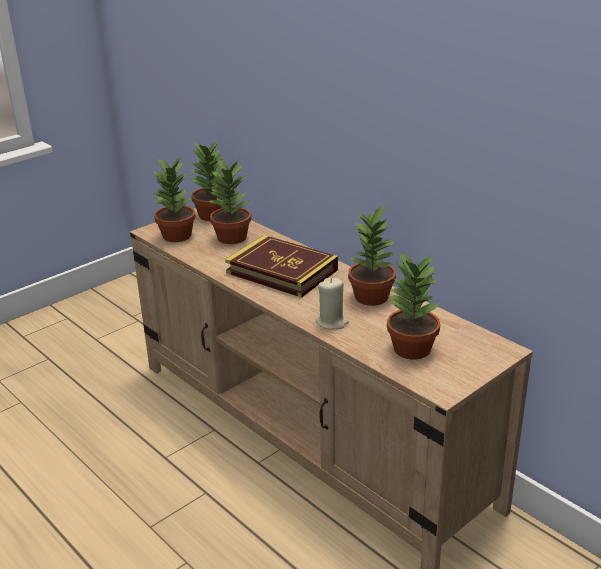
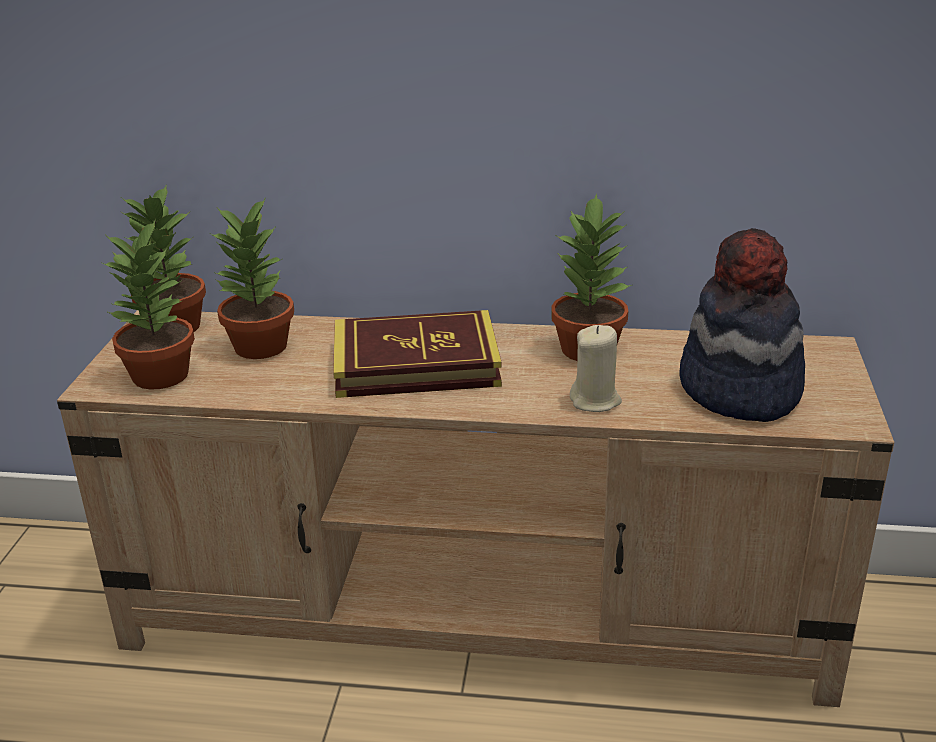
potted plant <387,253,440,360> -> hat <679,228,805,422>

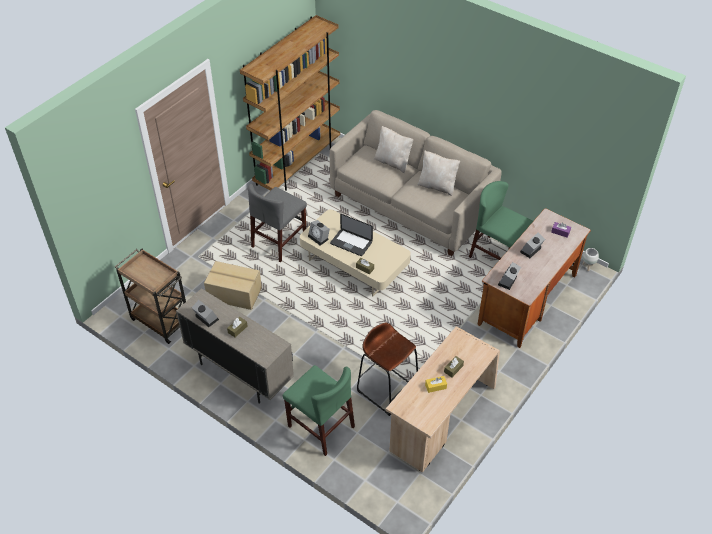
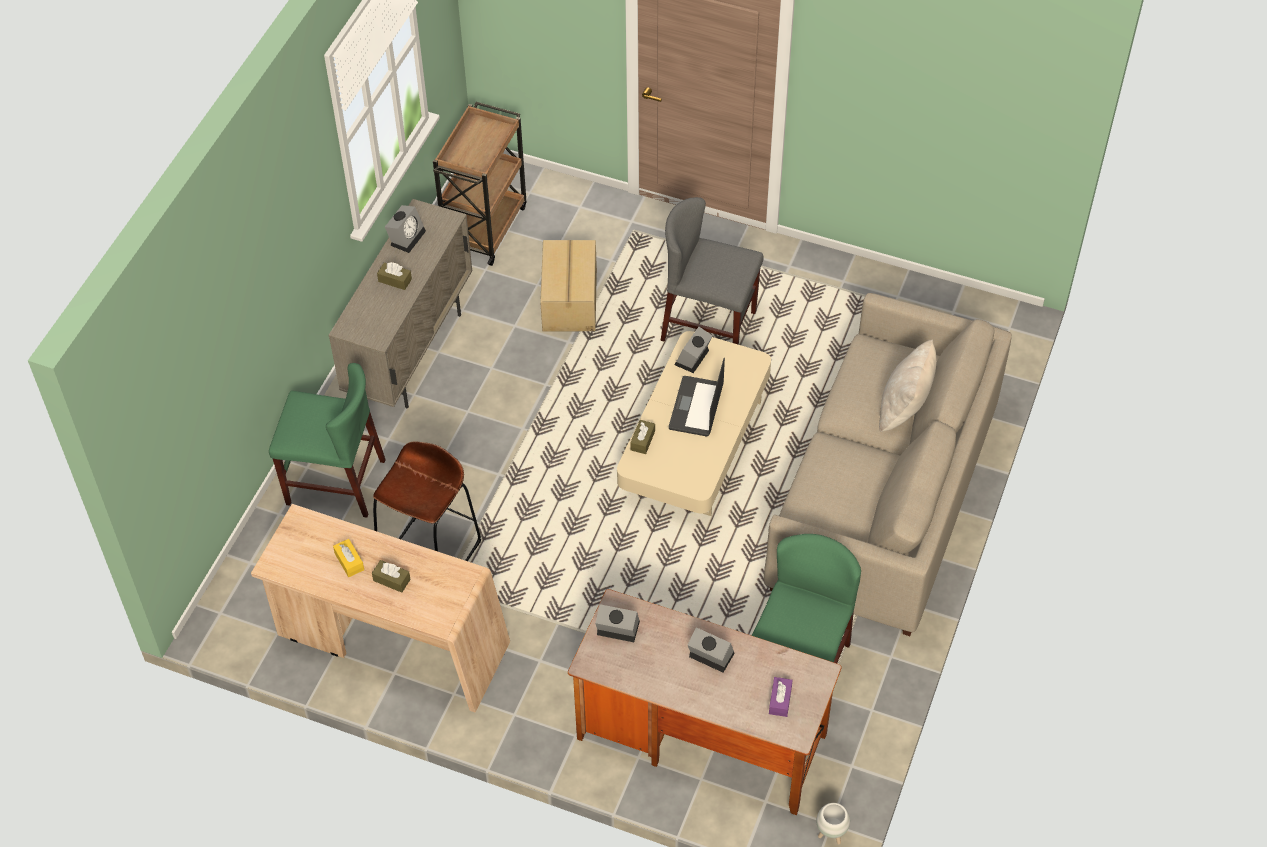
bookcase/brown <240,15,340,191> -> none
chair/green <283,365,355,456> -> chair/green <269,363,386,518>, 105 degrees counterclockwise
pillow/beige <417,150,460,196> -> none

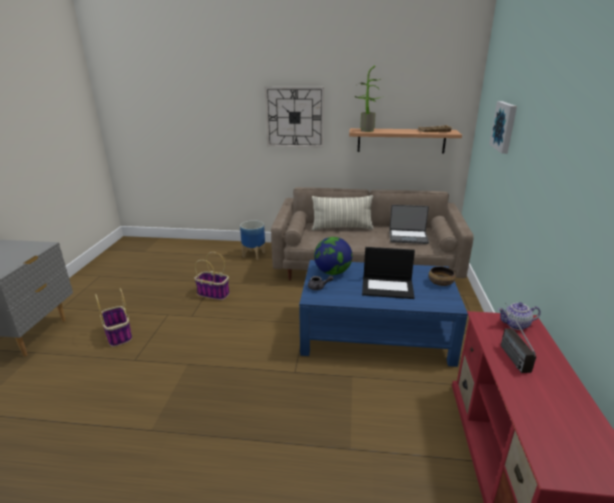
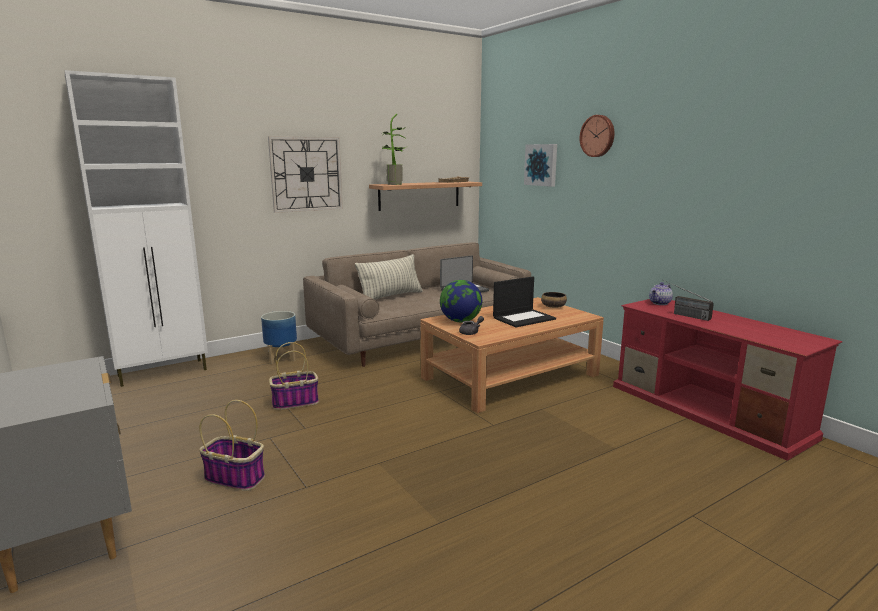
coffee table/blue <299,260,468,367> -> coffee table/brown <420,297,604,413>
none -> cabinet/white <65,70,208,387>
none -> wall clock <580,115,614,157>

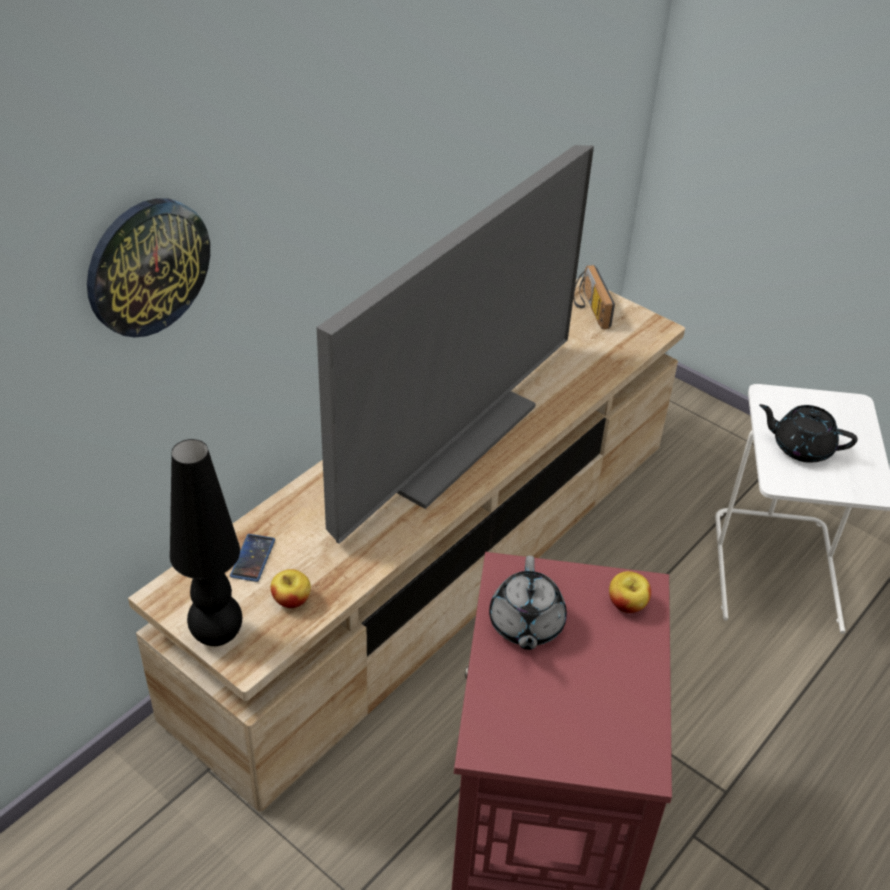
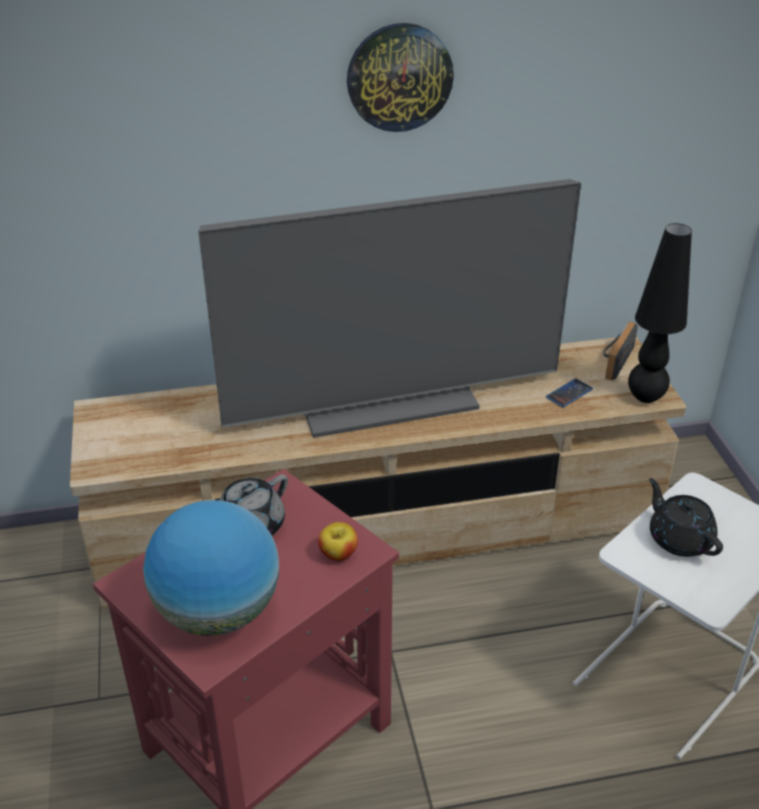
wall clock <87,198,210,338> -> wall clock <347,23,454,132>, move
table lamp/black <170,439,242,646> -> table lamp/black <628,223,692,403>, move
phone <230,534,275,582> -> phone <546,378,593,407>, move
apple <271,569,311,608> -> none
none -> globe <143,500,279,636>

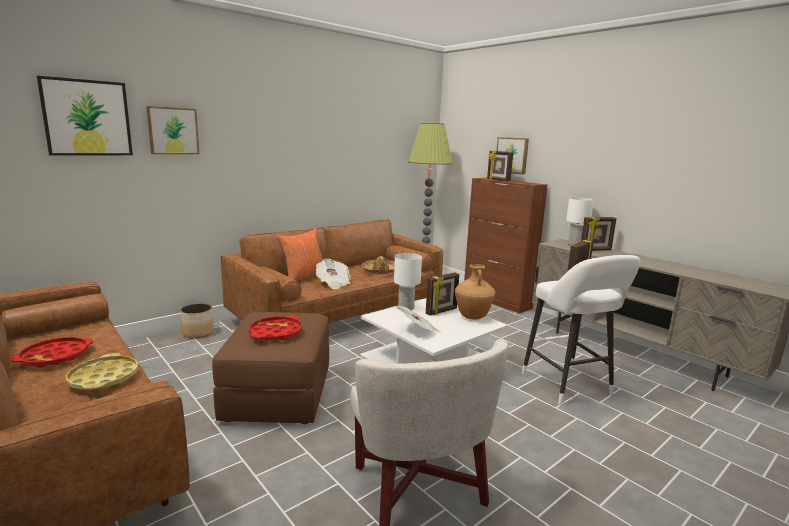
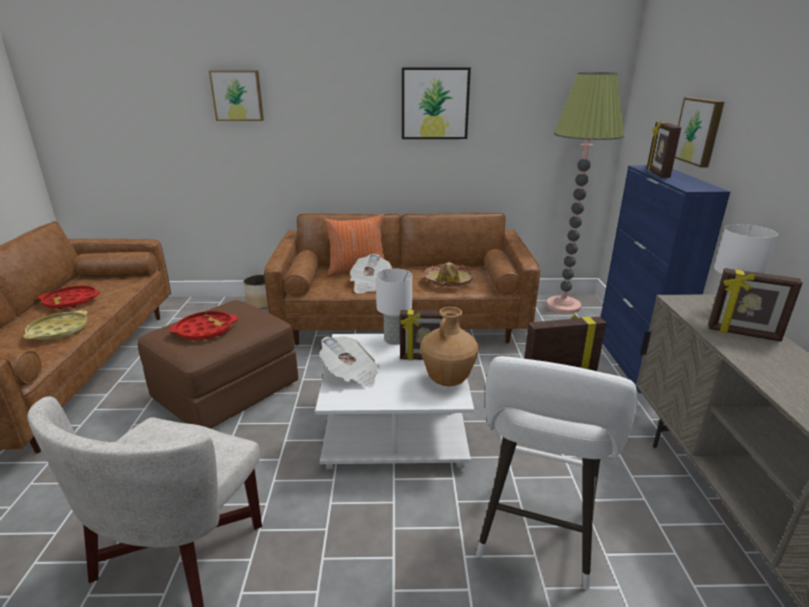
picture <37,76,133,155> -> picture <402,67,471,139>, move
cabinet/brown <464,178,548,314> -> cabinet/blue <601,165,730,393>

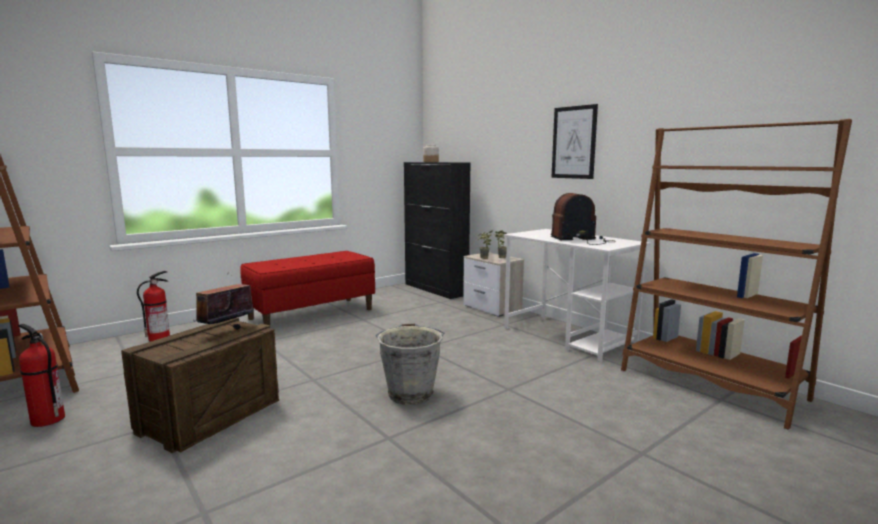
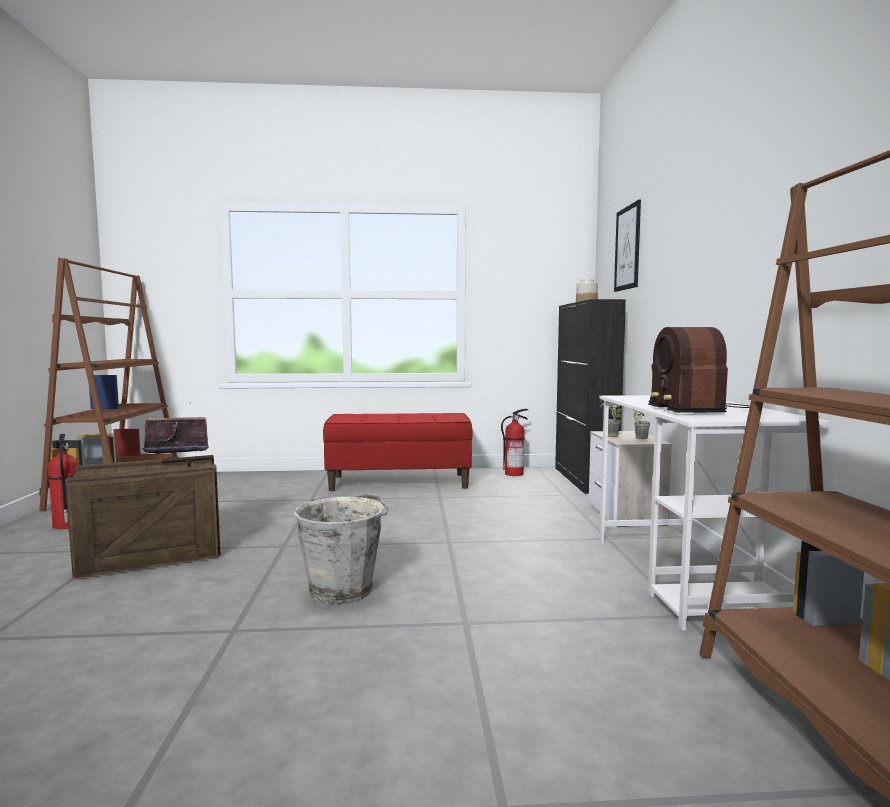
fire extinguisher <137,271,170,342> -> fire extinguisher <501,409,528,476>, move
picture <551,104,598,179> -> picture <614,199,641,292>, move
radio <551,193,616,245> -> radio <648,327,750,413>, 120 degrees counterclockwise

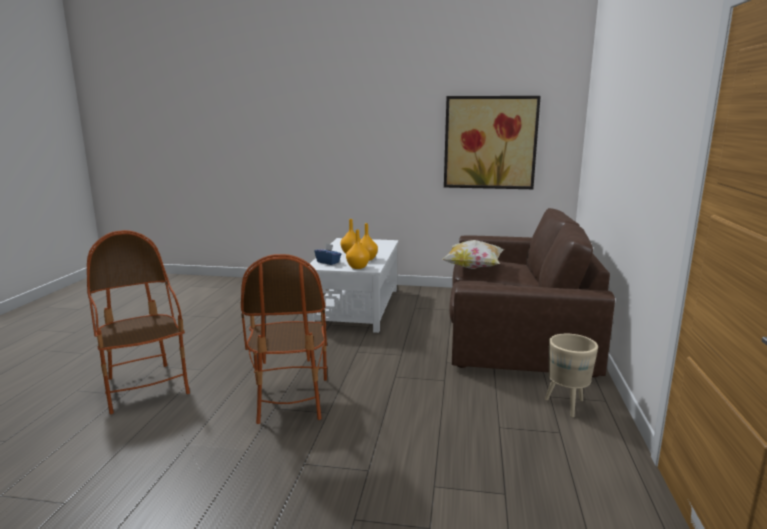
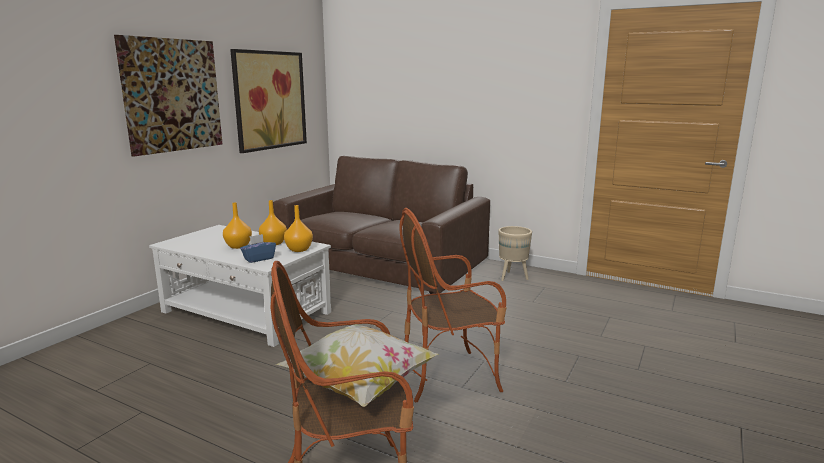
armchair <241,254,327,424> -> armchair <399,208,507,402>, 150 degrees clockwise
pillow <443,240,504,269> -> pillow <276,324,438,407>, move
none -> picture <114,35,223,157>

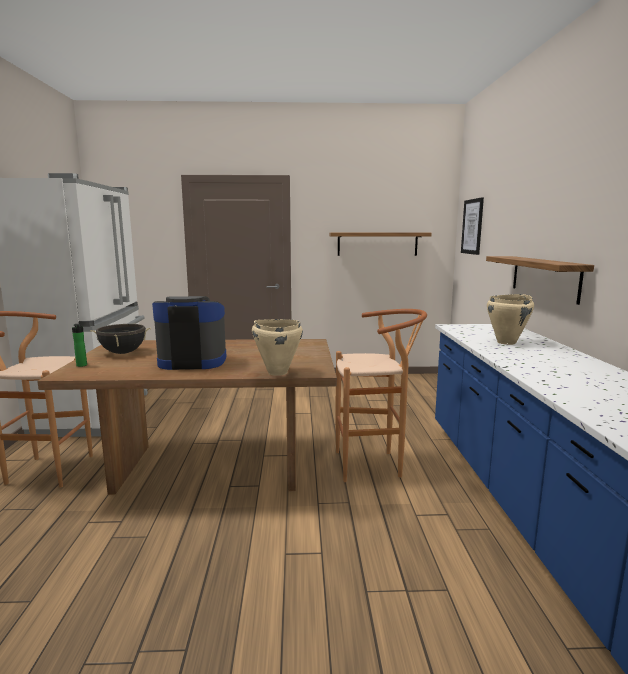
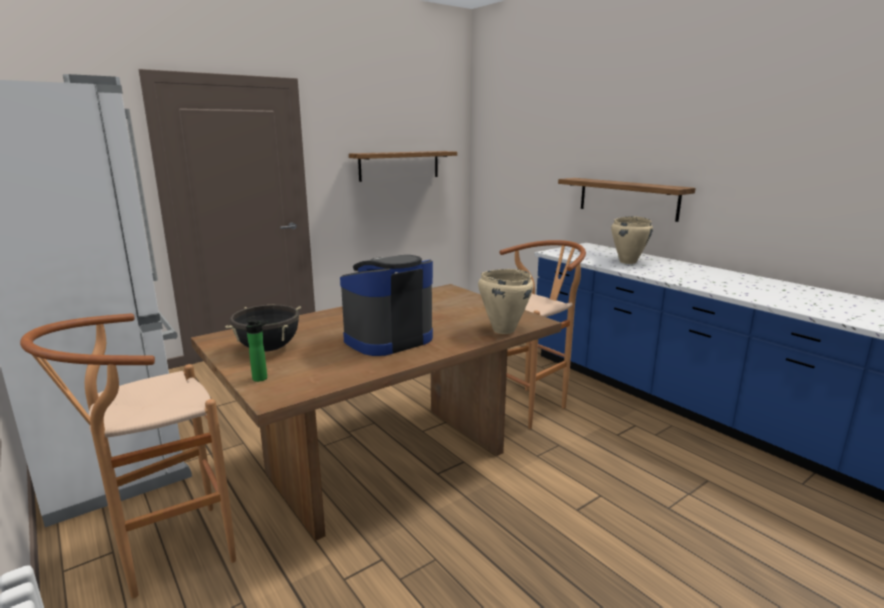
picture <461,197,484,255> -> none

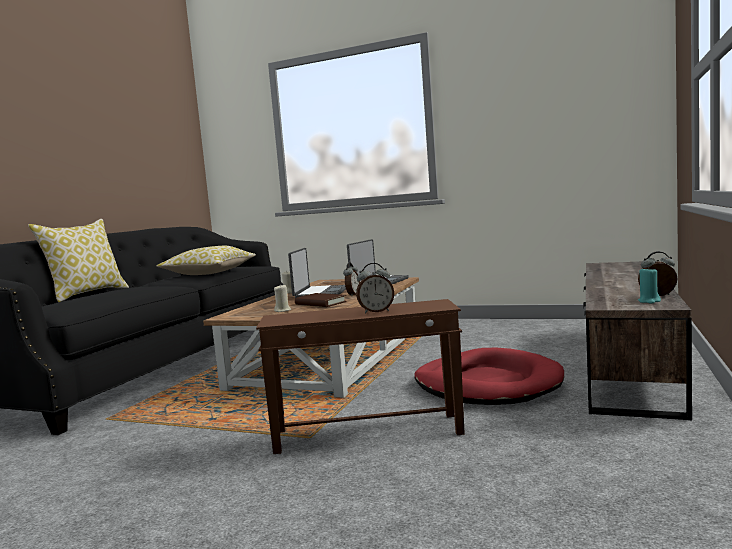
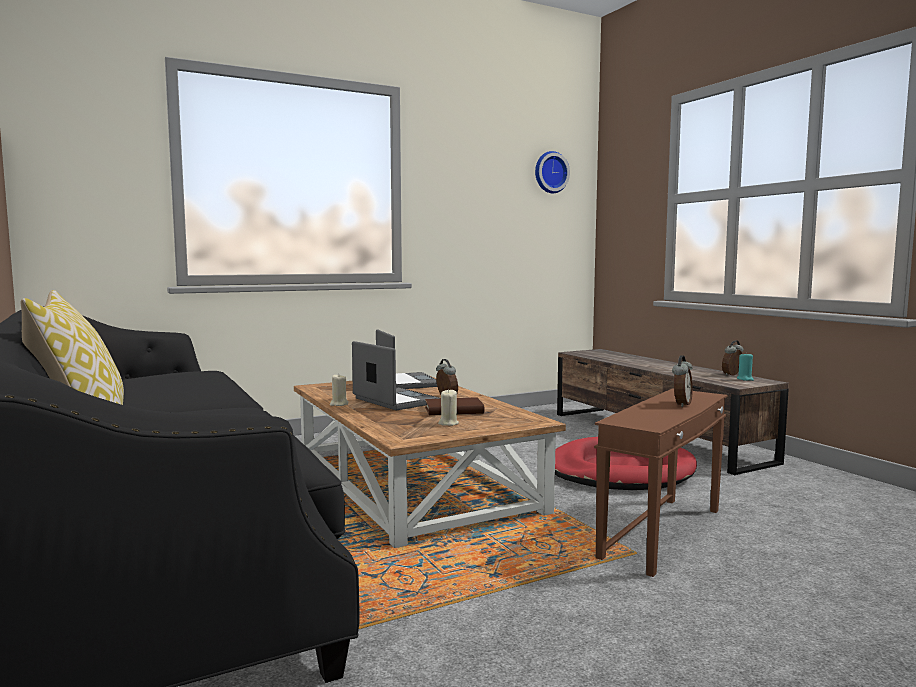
pillow <156,246,256,275> -> none
none -> wall clock <535,151,570,193>

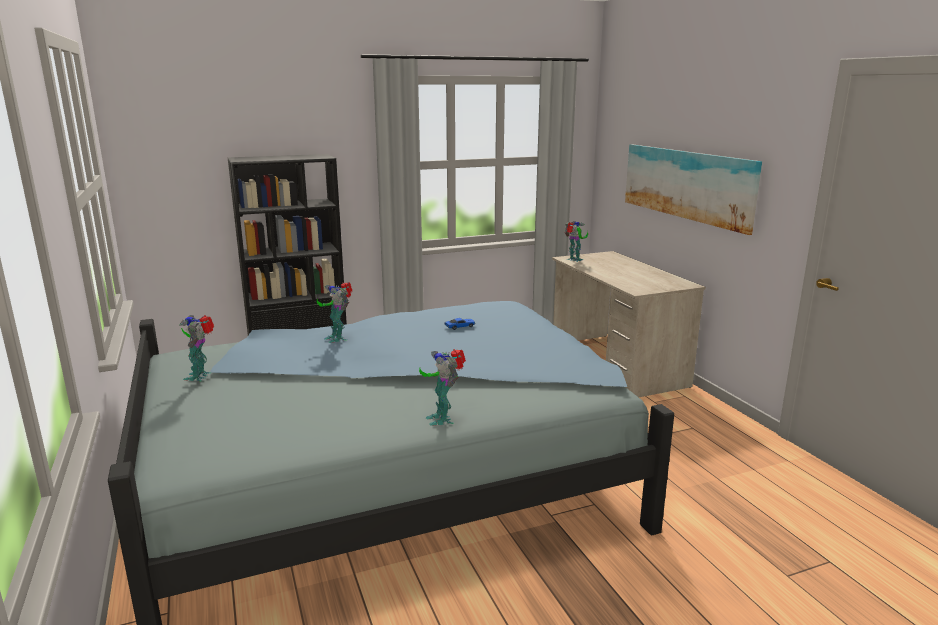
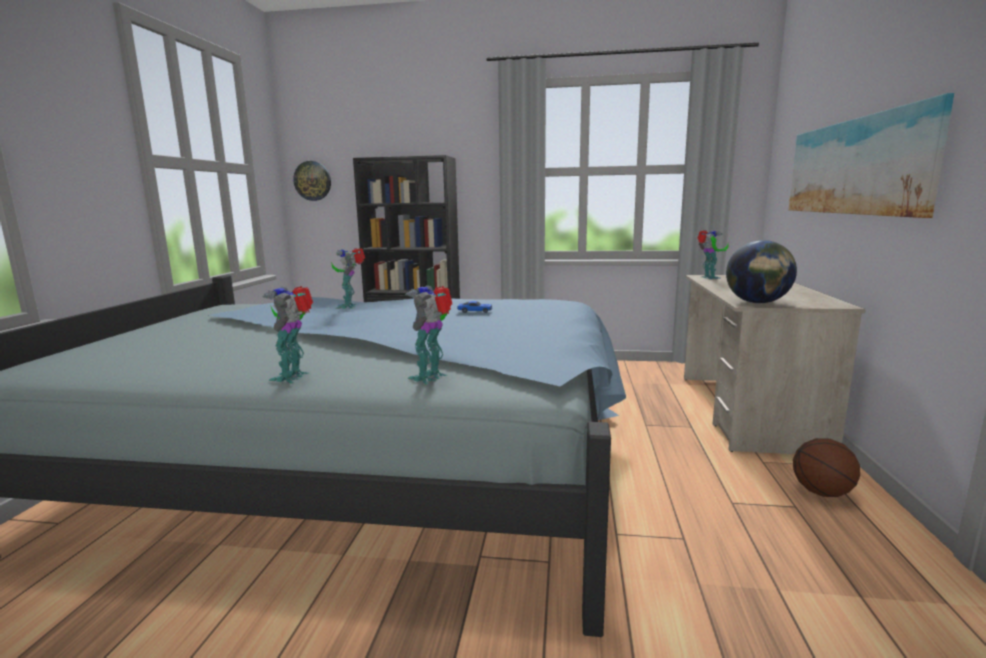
toy robot <180,315,214,382> -> toy robot <405,285,453,384>, move
none -> wall clock <293,161,331,201>
none -> globe <726,240,797,303>
none -> basketball <793,438,860,497>

